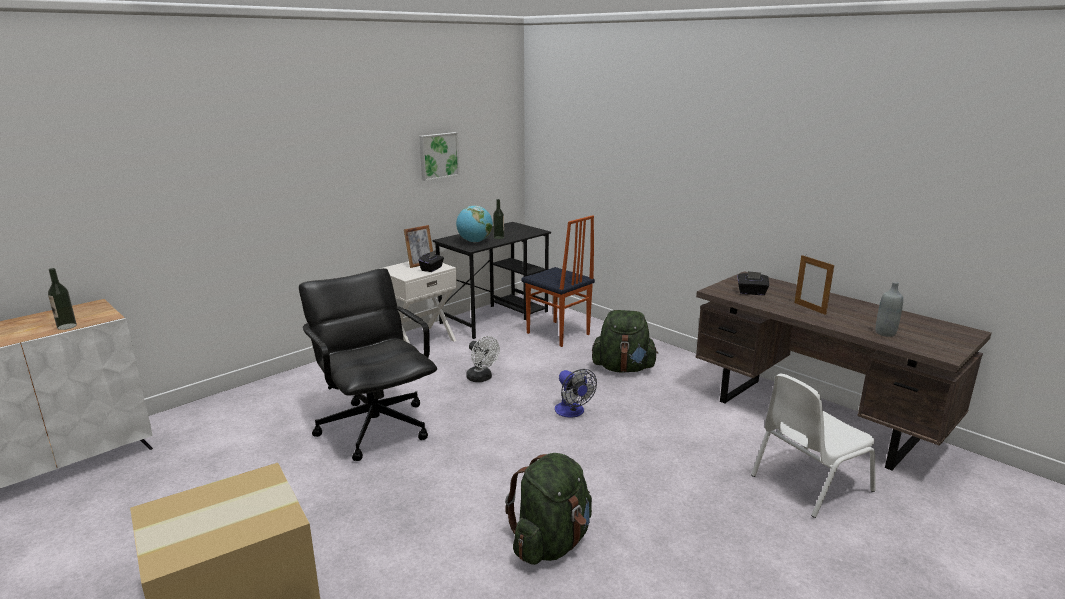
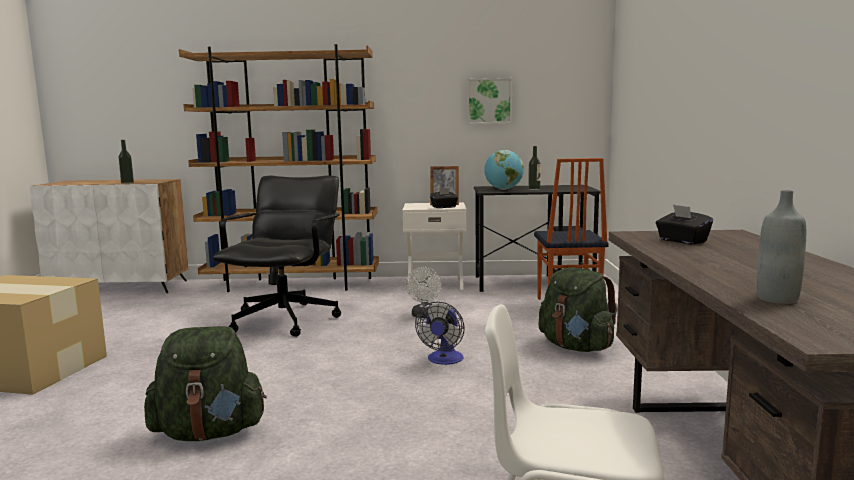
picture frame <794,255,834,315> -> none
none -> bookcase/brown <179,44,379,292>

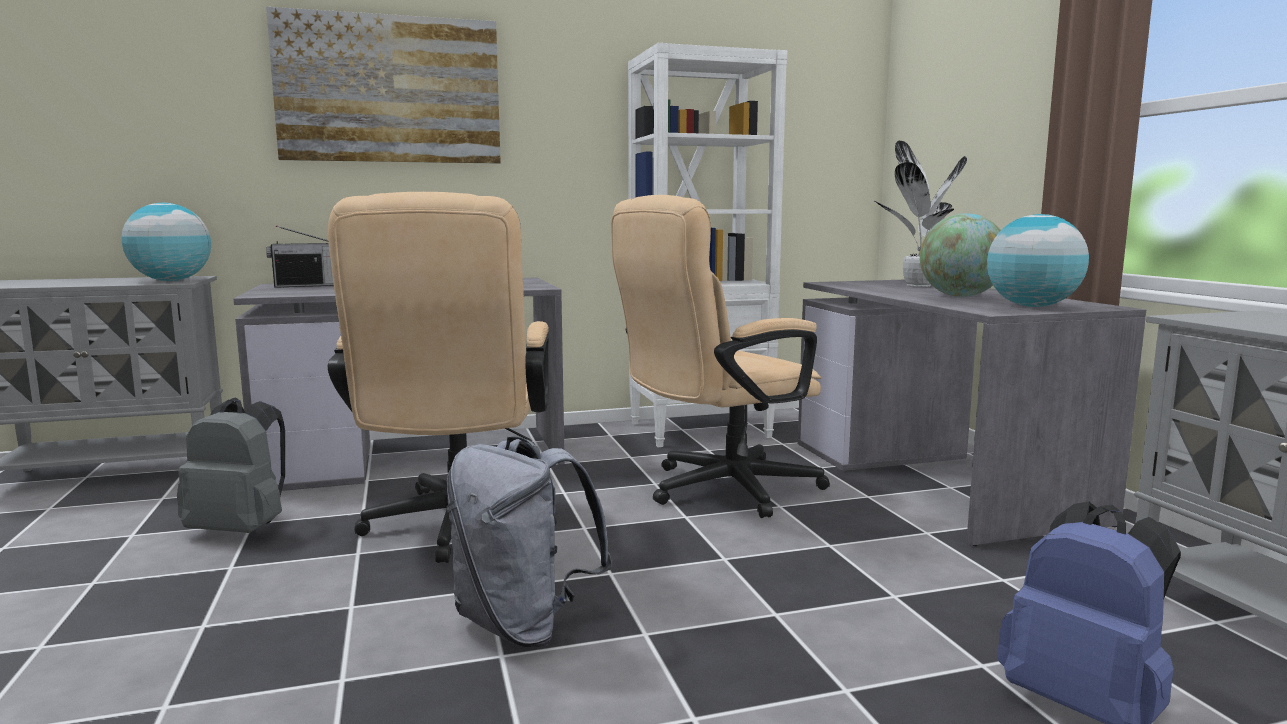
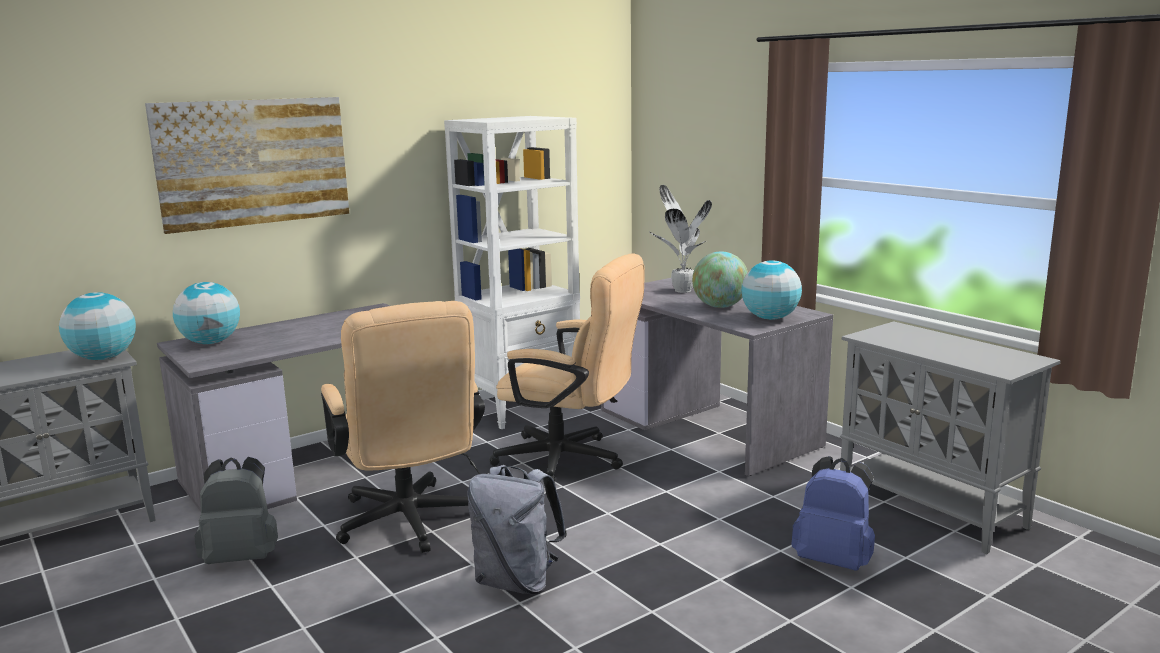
radio <266,226,334,288> -> globe <173,282,240,344>
office chair/beige <611,195,830,518> -> office chair/beige <489,253,645,483>, 105 degrees counterclockwise

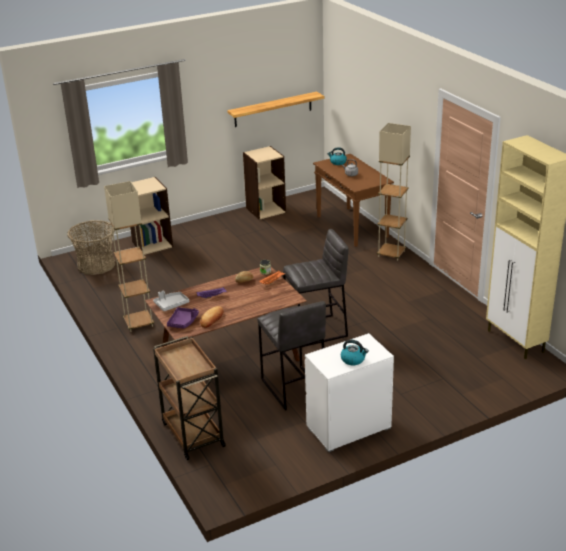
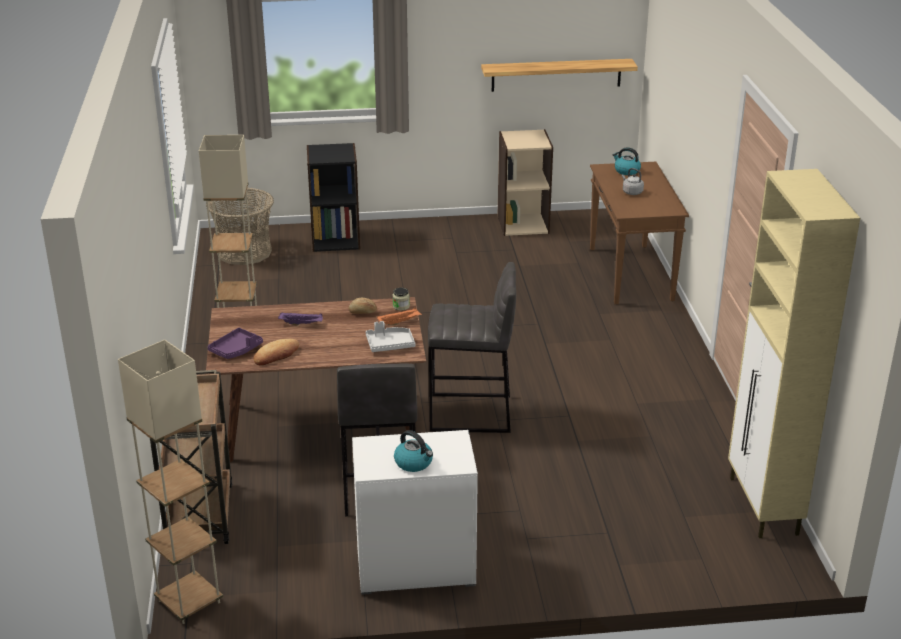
bookcase/beige <130,177,173,255> -> bookcase/black <307,143,360,252>
tray/grey <153,291,189,311> -> tray/grey <366,321,415,352>, move
floor lamp/beige <377,123,411,261> -> floor lamp/beige <118,340,223,624>, move

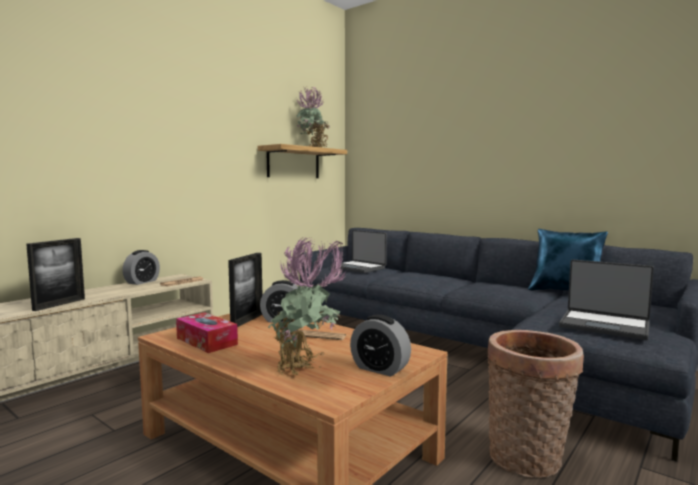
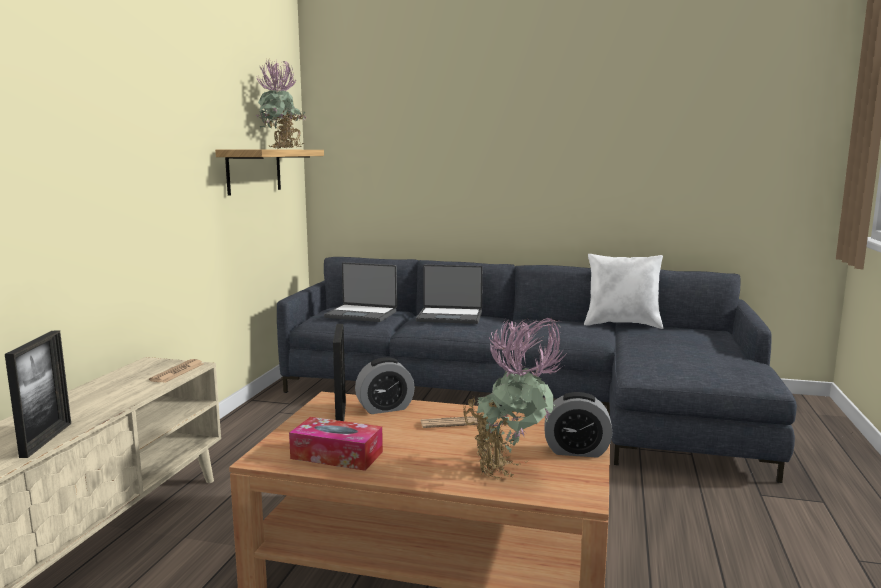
alarm clock <122,250,160,285> -> none
basket <487,330,584,478> -> none
pillow/blue <528,229,608,291> -> pillow/white <584,254,664,329>
laptop <559,260,654,340> -> laptop <416,264,483,324>, move

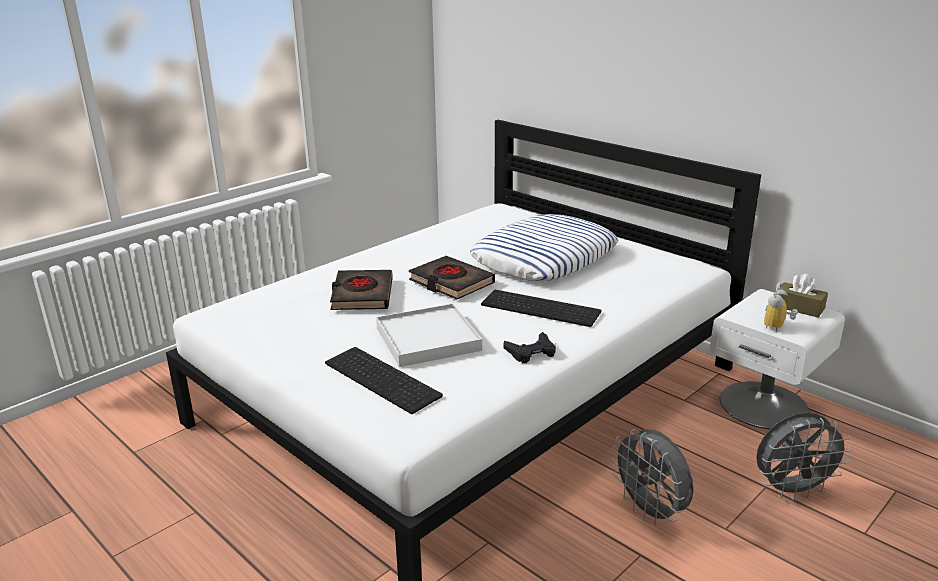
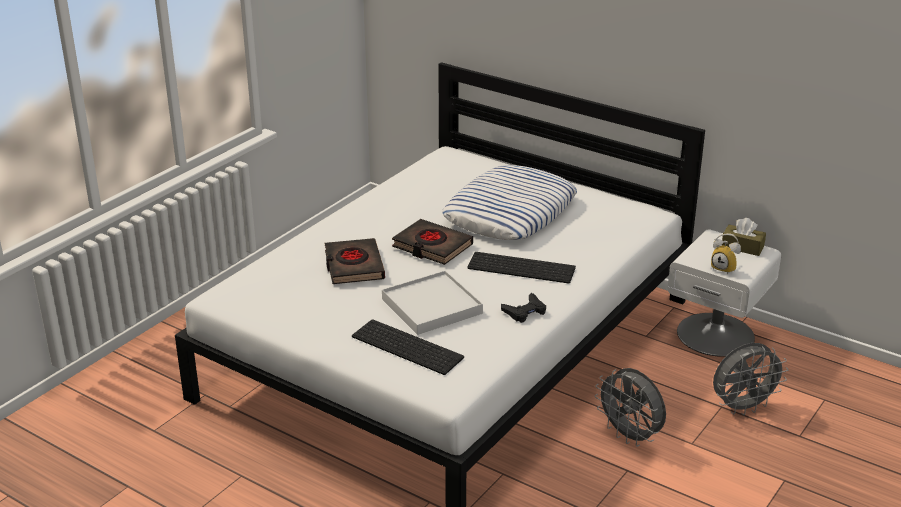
alarm clock <764,282,798,332> -> alarm clock <711,233,741,274>, 75 degrees counterclockwise

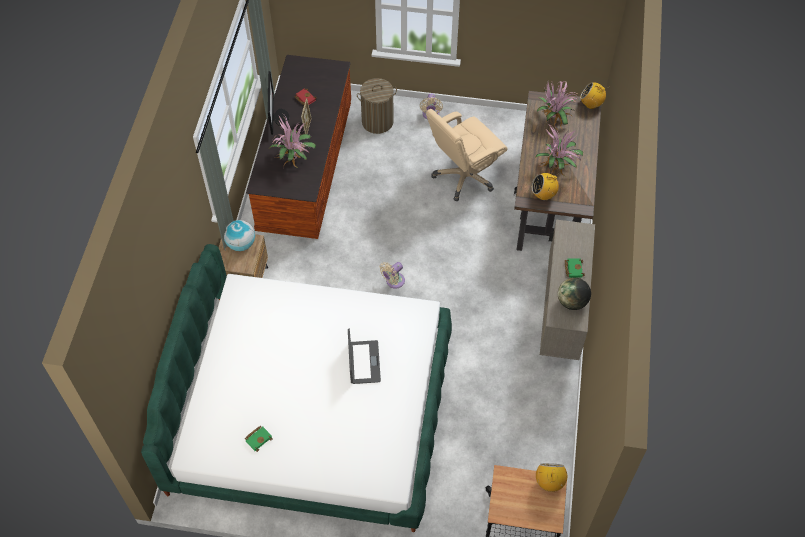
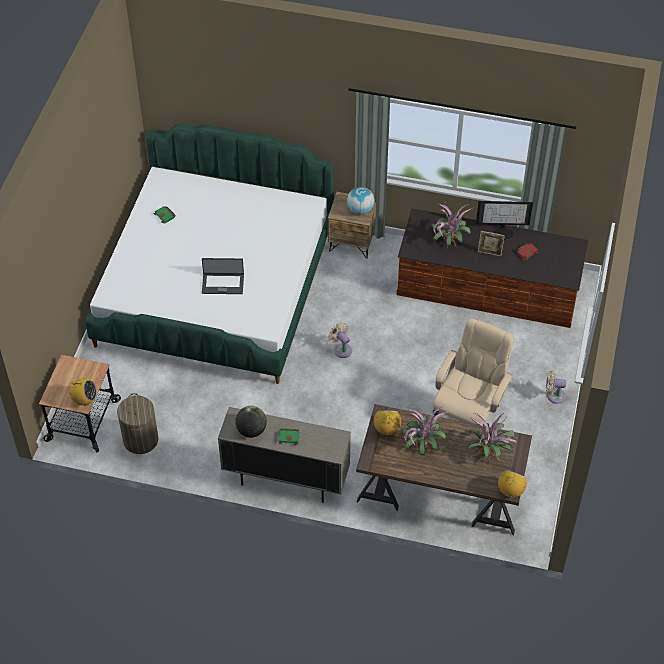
laundry basket <357,78,397,134> -> laundry basket <117,393,158,454>, move
office chair/beige <426,109,508,201> -> office chair/beige <433,318,514,425>, 60 degrees clockwise

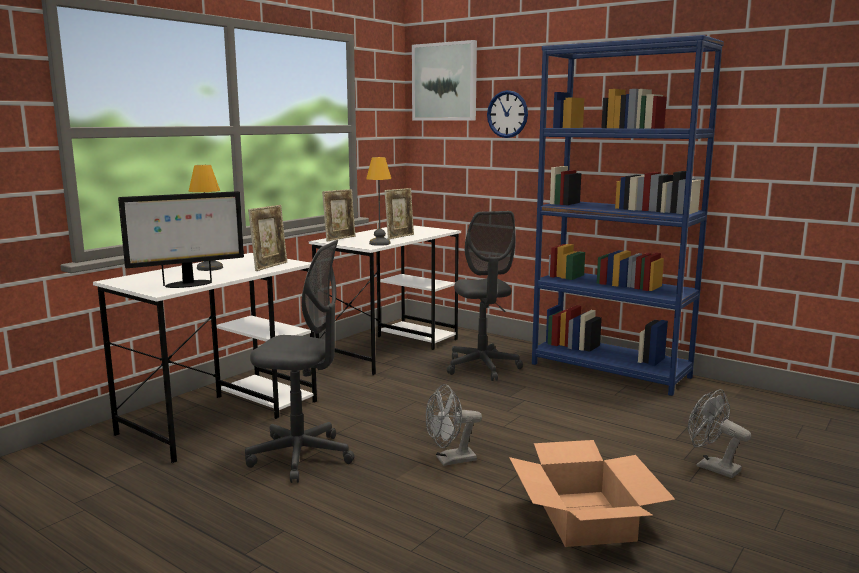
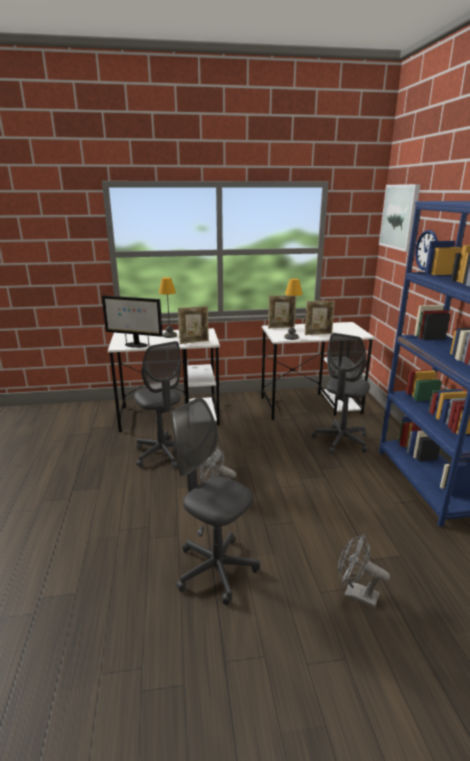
cardboard box <509,440,675,547> -> office chair/grey <171,397,260,605>
fan/grey <688,389,751,478> -> fan/grey <338,535,390,608>, 60 degrees counterclockwise

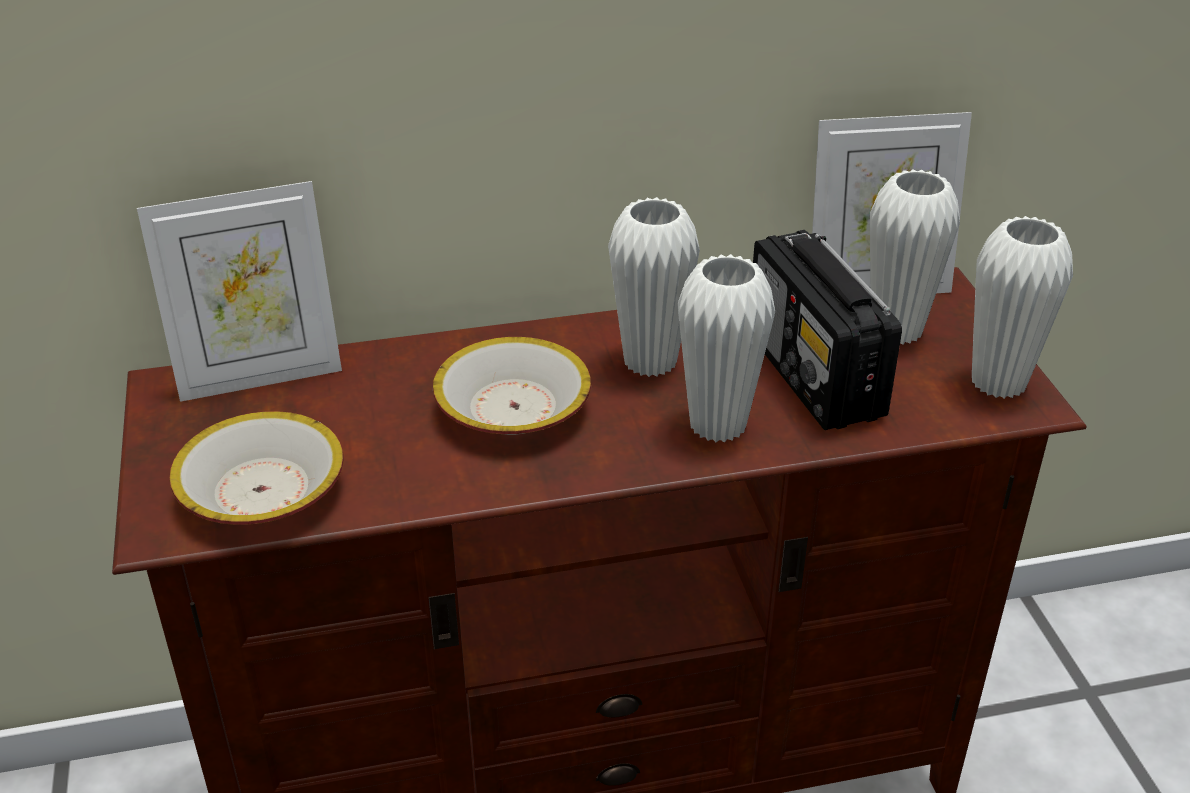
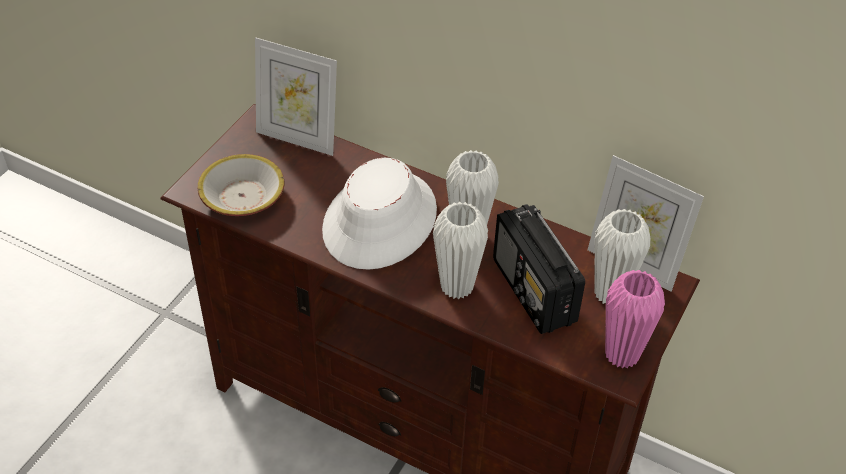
bowl <433,337,591,435> -> hat/white <322,158,437,270>
radio <753,230,902,430> -> radio <493,204,585,334>, 45 degrees counterclockwise
vase/white <972,216,1073,399> -> vase/pink <605,270,665,369>

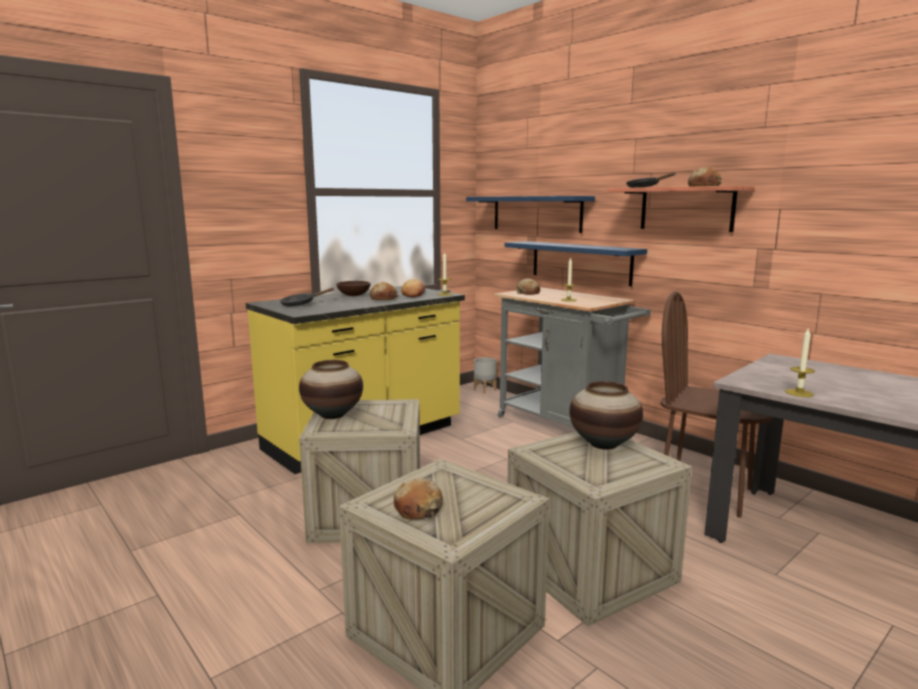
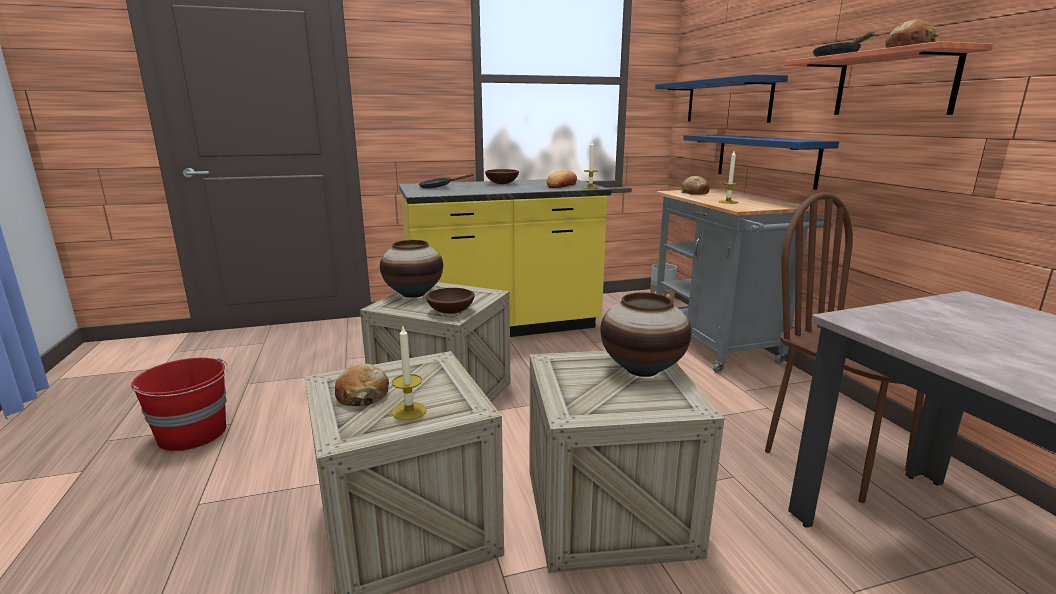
bread <370,282,398,300> -> none
candle <785,329,815,397> -> candle <392,326,427,420>, move
none -> bucket/red <131,358,228,451>
none -> bowl/brown <426,288,475,314>

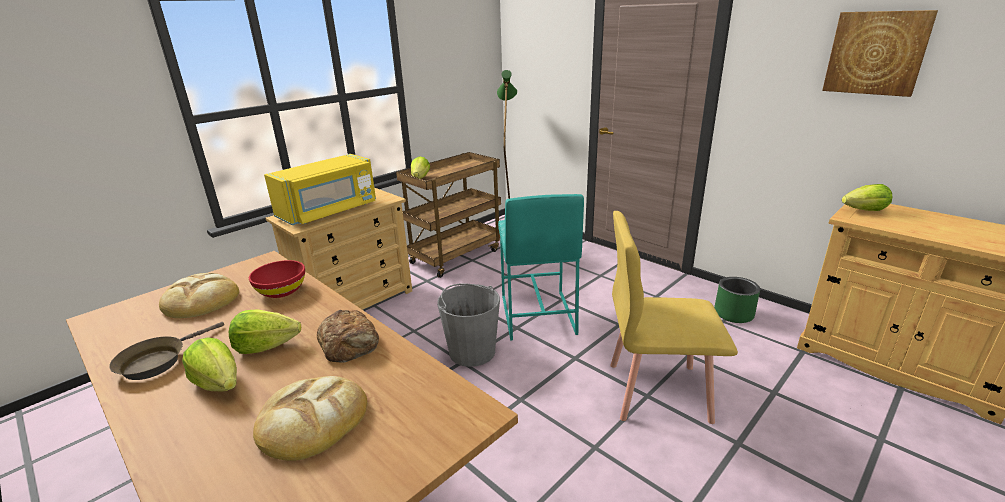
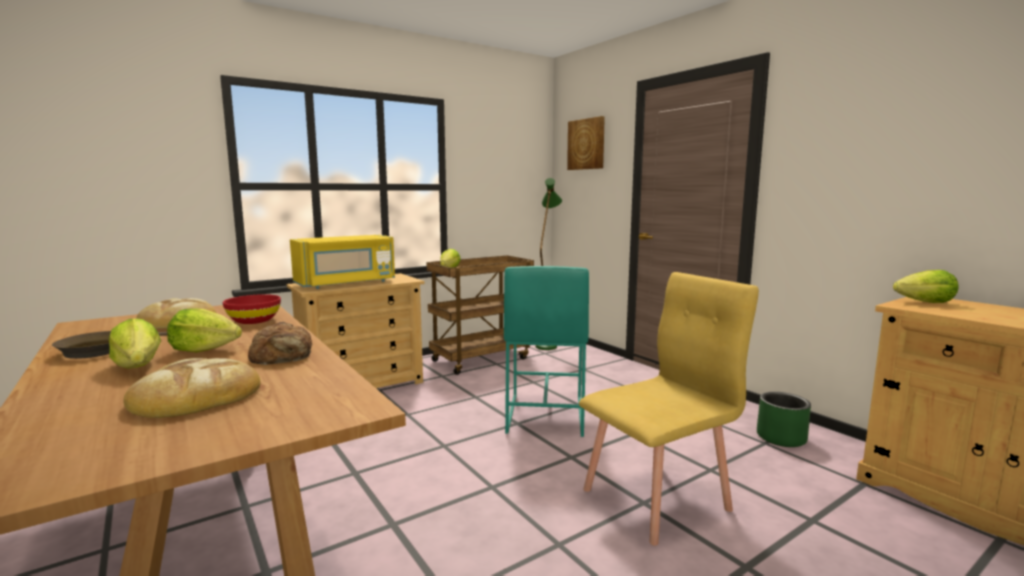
bucket/grey <437,283,500,367> -> none
chair/yellow <610,211,738,424> -> chair/yellow <579,272,759,546>, 135 degrees clockwise
picture <822,10,938,97> -> picture <567,116,605,170>, move

